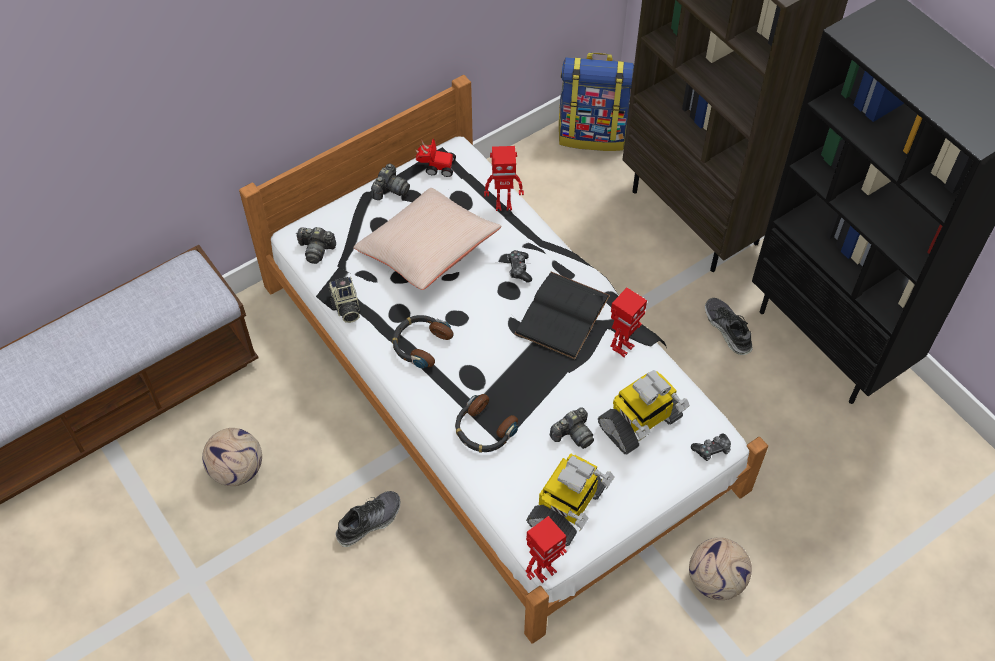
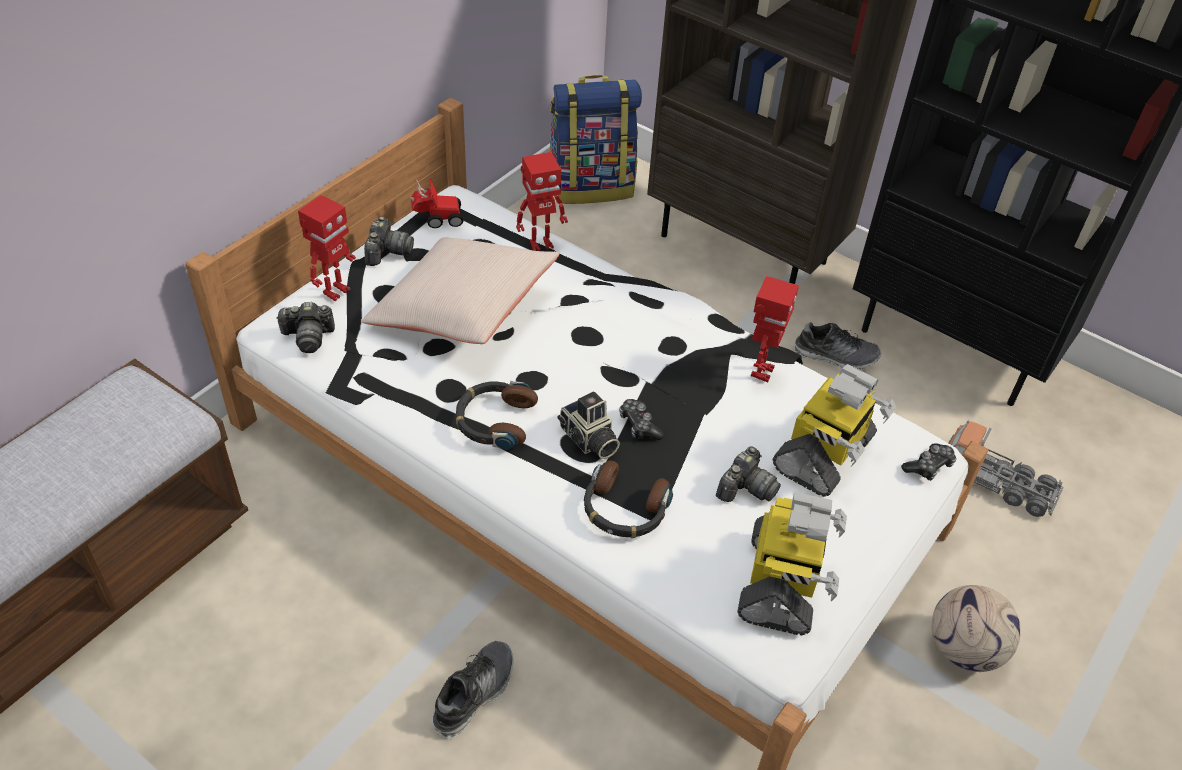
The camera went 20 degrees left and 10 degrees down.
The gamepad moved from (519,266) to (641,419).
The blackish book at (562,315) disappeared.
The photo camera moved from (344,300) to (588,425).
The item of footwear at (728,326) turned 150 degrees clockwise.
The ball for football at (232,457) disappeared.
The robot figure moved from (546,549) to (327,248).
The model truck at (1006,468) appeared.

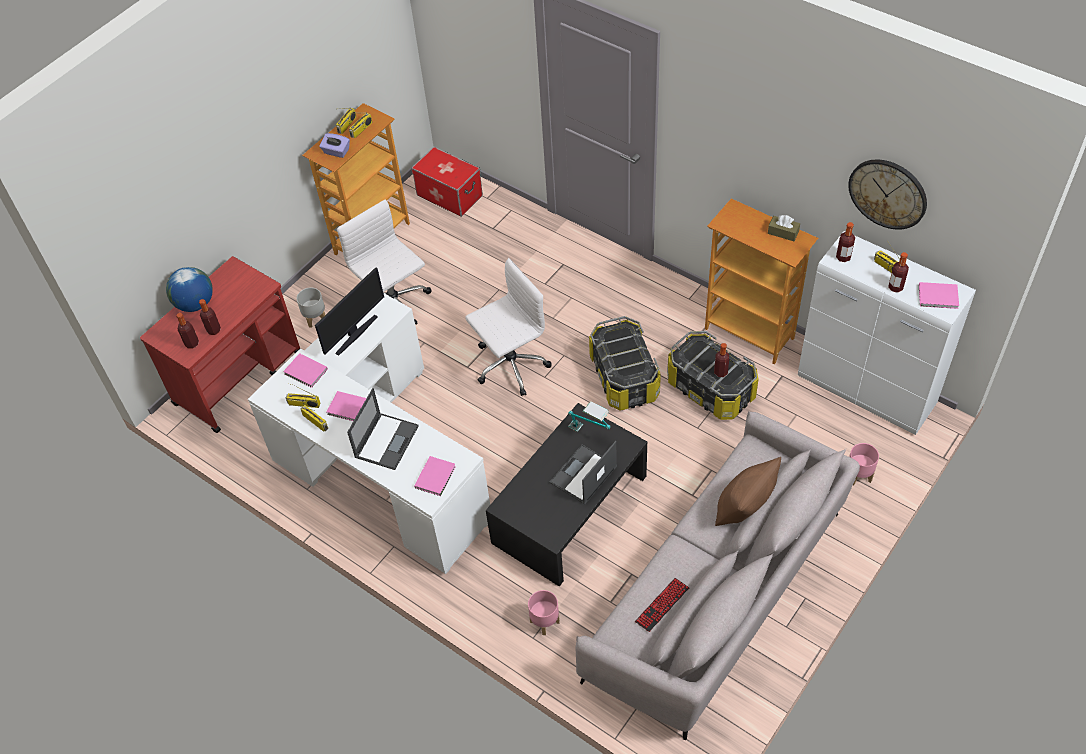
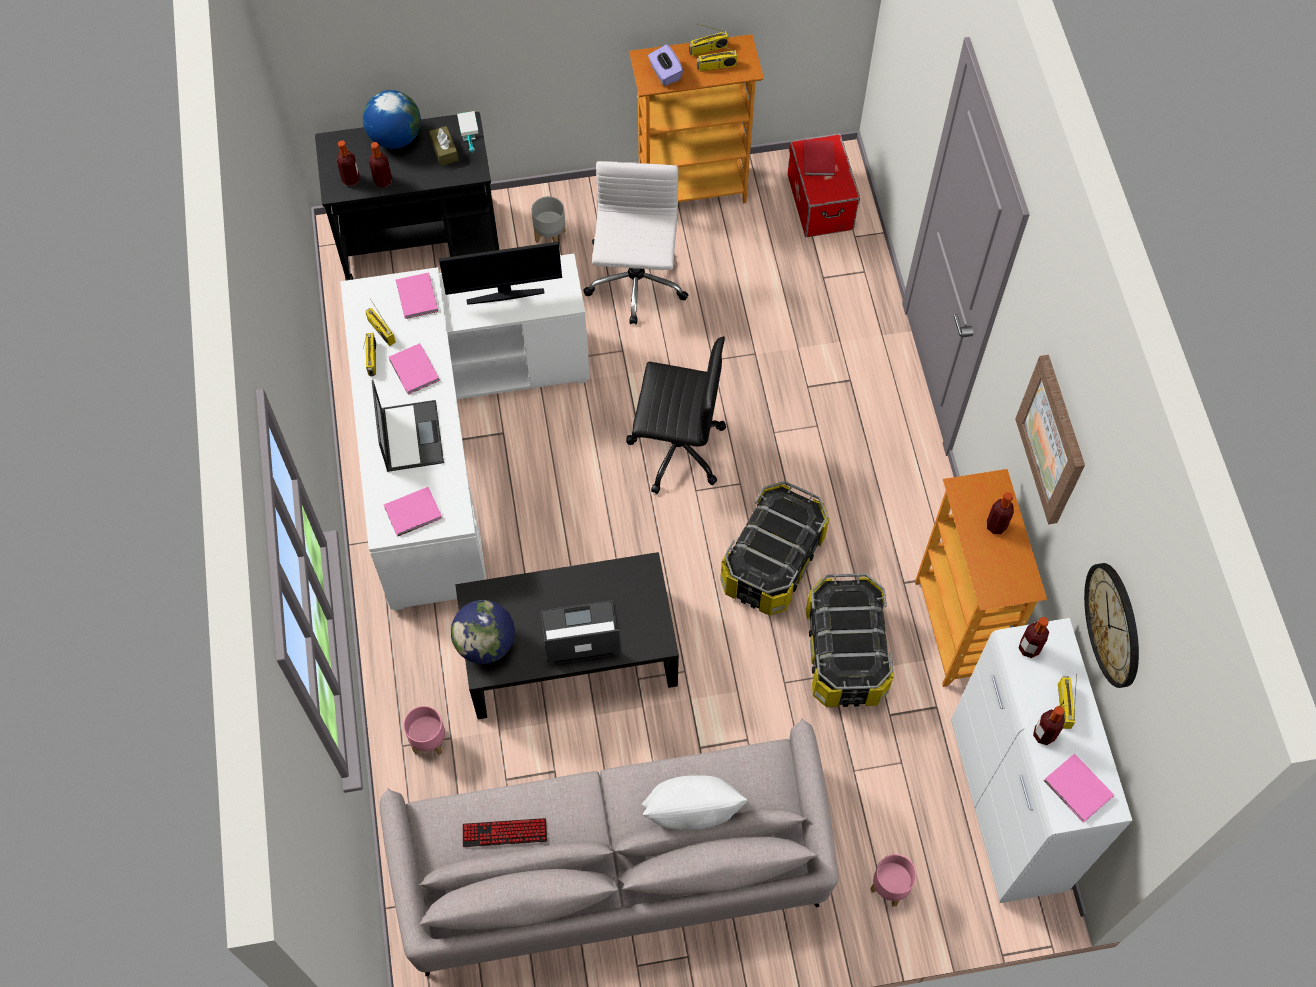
The camera went 40 degrees right and 10 degrees up.
The brown box of tissues moved from (784,228) to (444,146).
The reddish cart at (220,344) became the blackish cart at (407,196).
The whitish office chair at (508,327) became the blackish office chair at (676,415).
The beverage bottle moved from (721,360) to (1000,513).
The notebook computer at (383,429) turned 75 degrees counterclockwise.
The table lamp moved from (589,416) to (468,132).
The brown pillow at (748,491) became the whitish pillow at (694,802).
The reddish book at (819,158) appeared.
The wall art at (1050,439) appeared.
The world globe at (483,632) appeared.

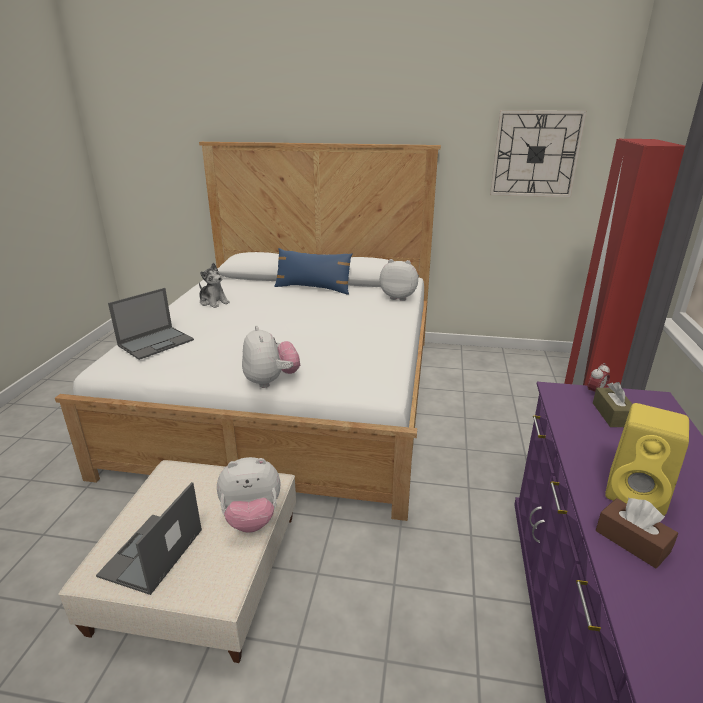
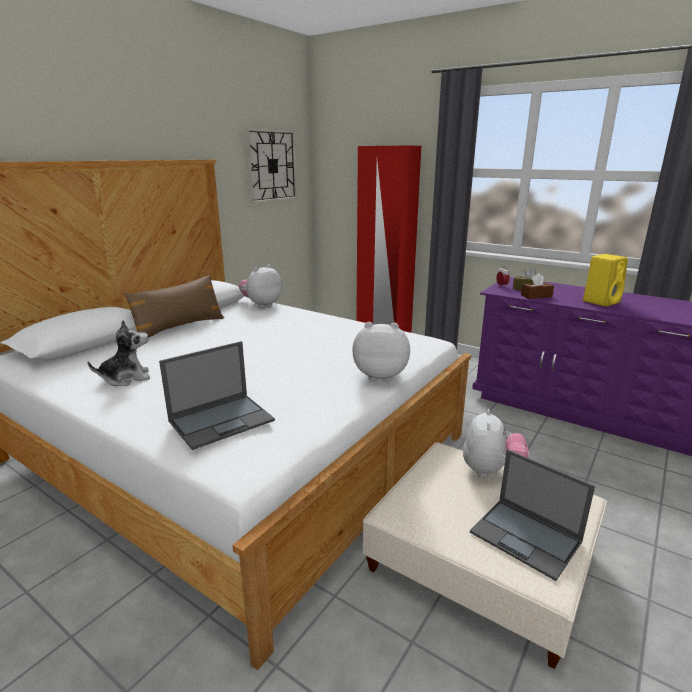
The camera went 65 degrees left and 5 degrees down.
The blue-coloured pillow at (313,271) became the brown pillow at (174,306).
The notebook computer at (151,324) turned 75 degrees clockwise.
The brown box of tissues moved from (637,533) to (537,286).

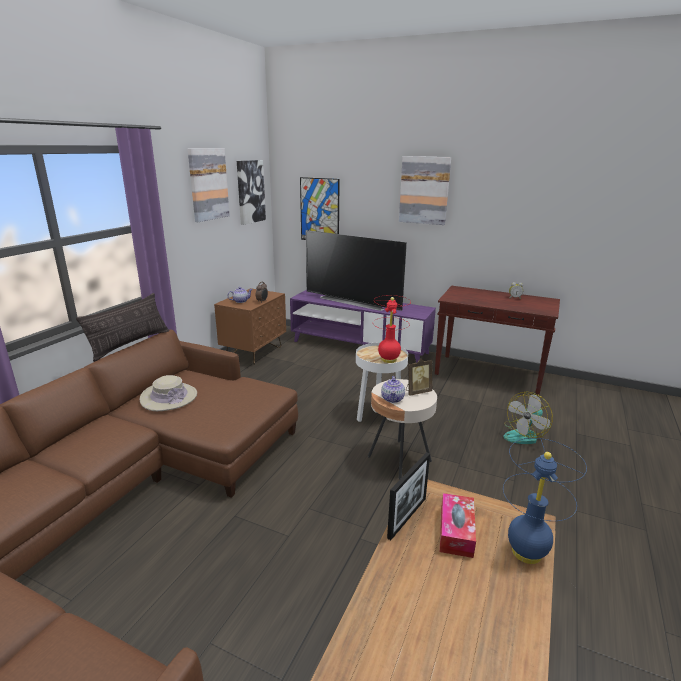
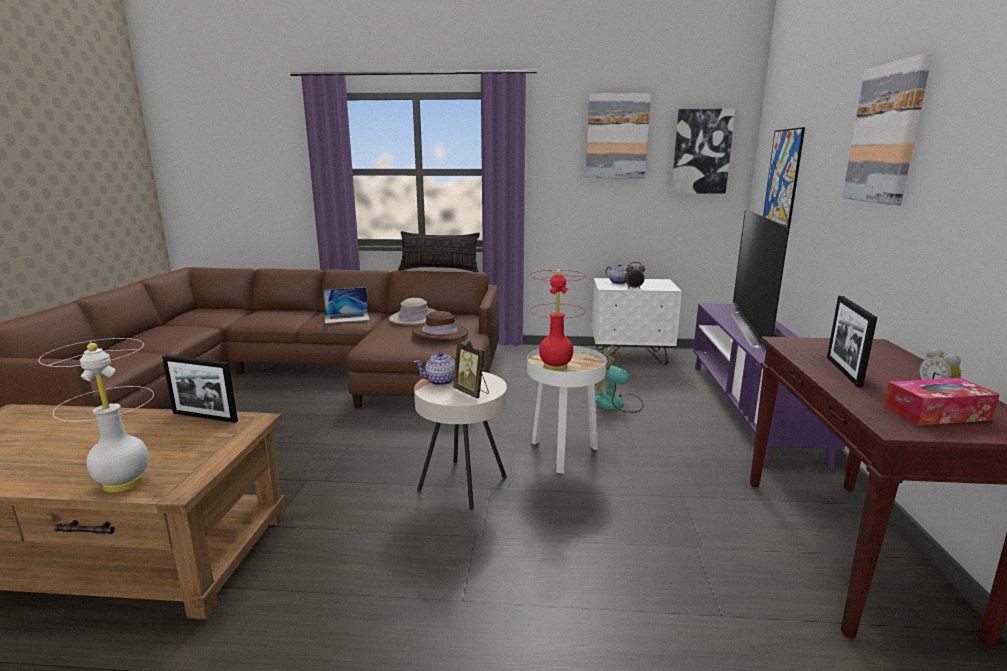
The camera went 70 degrees right and 5 degrees down.
The brown bedside table at (250,326) became the whitish bedside table at (637,321).
The fan moved from (528,418) to (619,379).
The blue-coloured table lamp at (545,501) became the whitish table lamp at (96,415).
The box of tissues moved from (458,525) to (941,401).
The notebook computer at (346,305) appeared.
The photo frame at (852,342) appeared.
The brown wearable hat at (440,325) appeared.

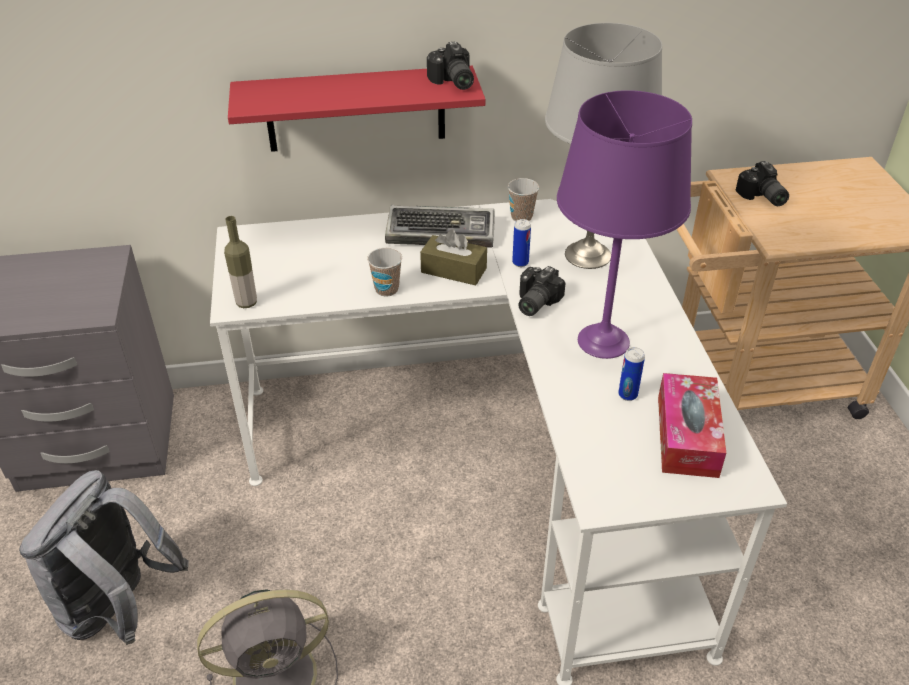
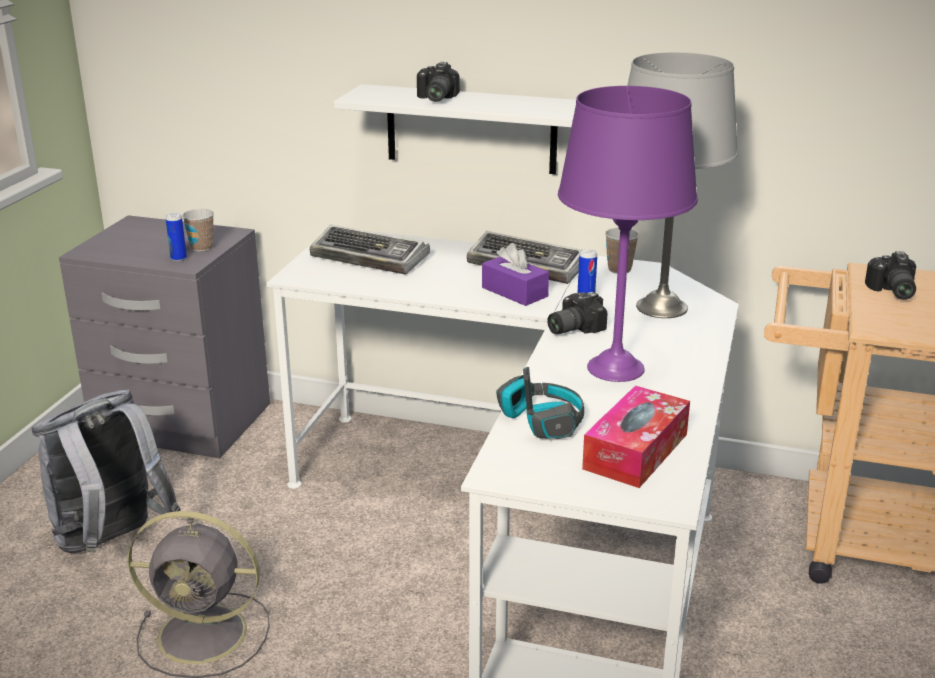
The camera went 25 degrees right and 15 degrees down.
The photo camera moved from (450,65) to (438,82).
The reddish shelf at (357,109) became the whitish shelf at (455,129).
The beverage bottle at (240,262) disappeared.
The brown box of tissues at (453,257) became the purple-coloured box of tissues at (515,274).
The cup moved from (384,272) to (198,230).
The sealed can moved from (631,374) to (176,237).
The computer keyboard at (370,250) appeared.
The headset at (540,403) appeared.

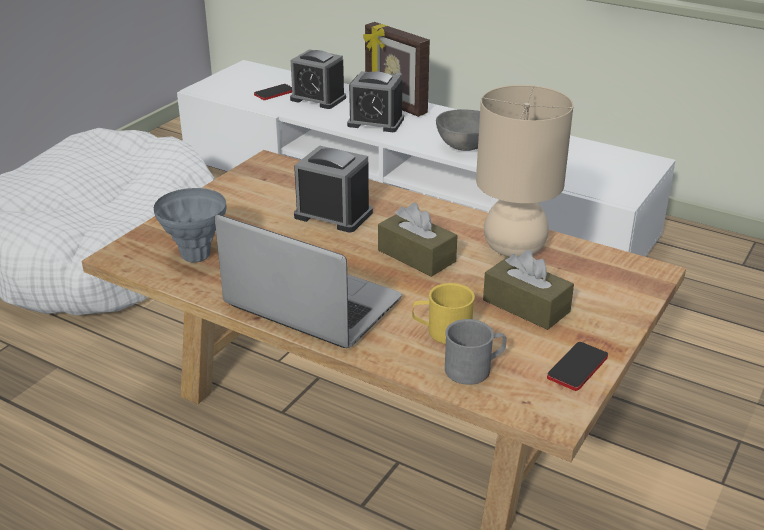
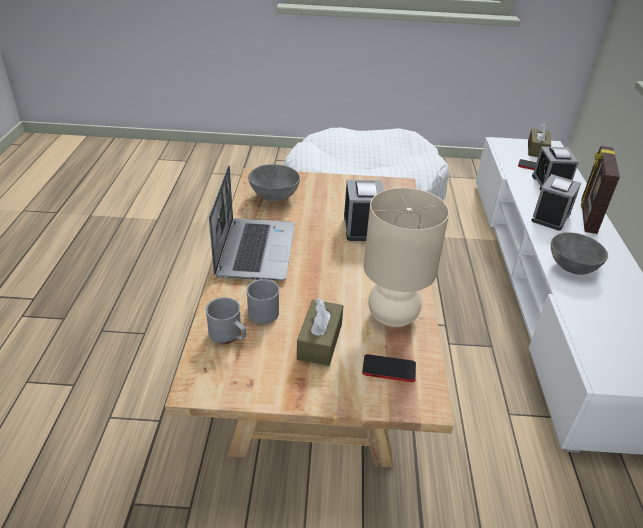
The camera went 60 degrees right and 5 degrees up.
The bedside clock at (375,101) turned 135 degrees counterclockwise.
The gray decorative vase at (190,225) was replaced by the gray serving bowl at (274,183).
The brown box of tissues moved from (418,240) to (539,139).
The yellow tea mug at (443,313) became the gray tea mug at (263,301).
The telephone moved from (577,366) to (389,368).

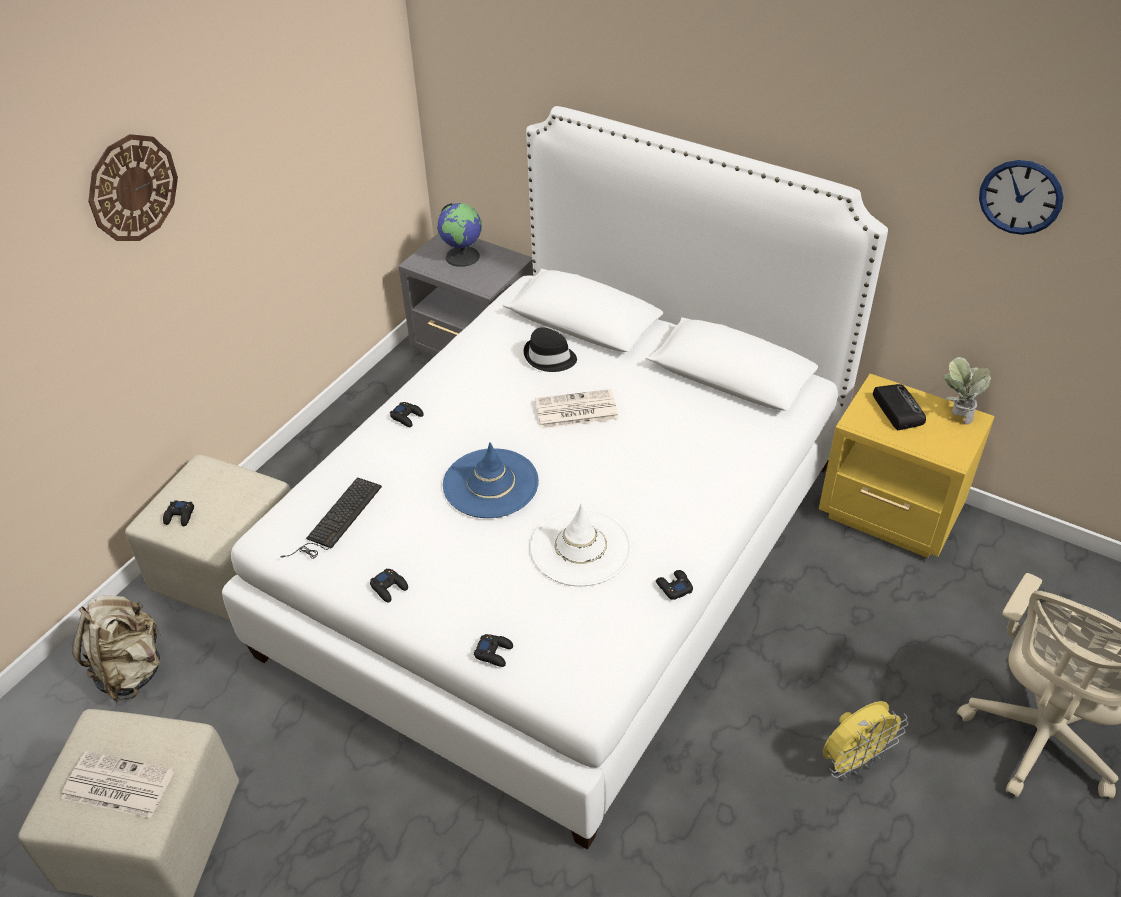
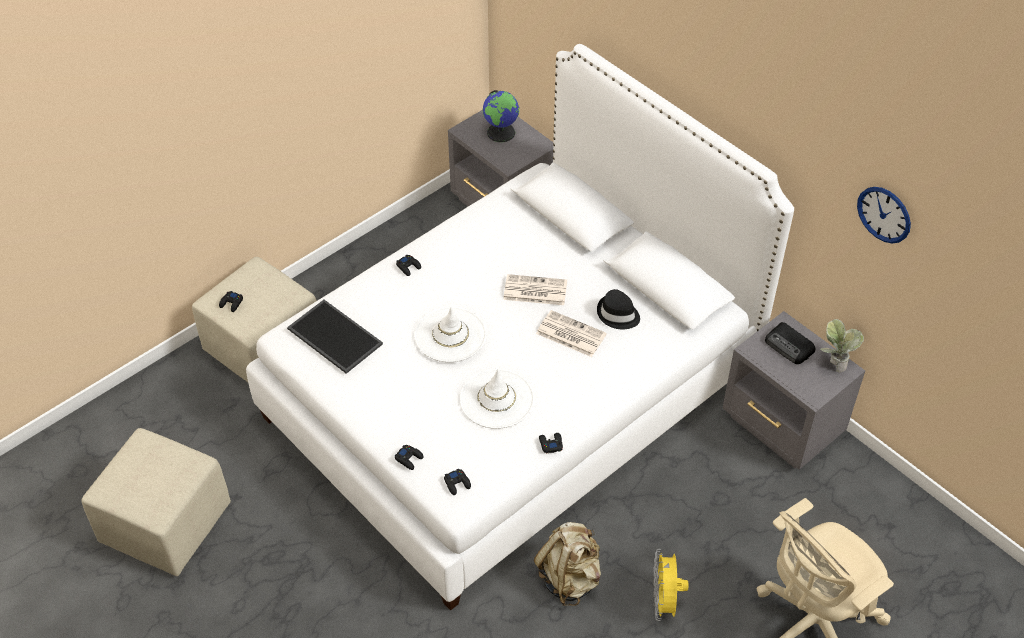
The camera went 15 degrees right and 5 degrees up.
The wall clock at (133,187) disappeared.
The blackish wearable hat moved from (550,349) to (618,309).
The yellow bedside table at (907,466) became the gray bedside table at (794,390).
The radio set at (899,407) turned 135 degrees clockwise.
The blue-coloured wearable hat at (491,480) became the whitish wearable hat at (450,334).
The computer keyboard at (331,518) was replaced by the serving tray at (335,337).
The blackish gamepad moved from (389,585) to (457,482).
The beige rucksack moved from (117,649) to (567,564).
The yellow fan at (865,740) turned 105 degrees clockwise.
The daily paper moved from (117,784) to (571,333).

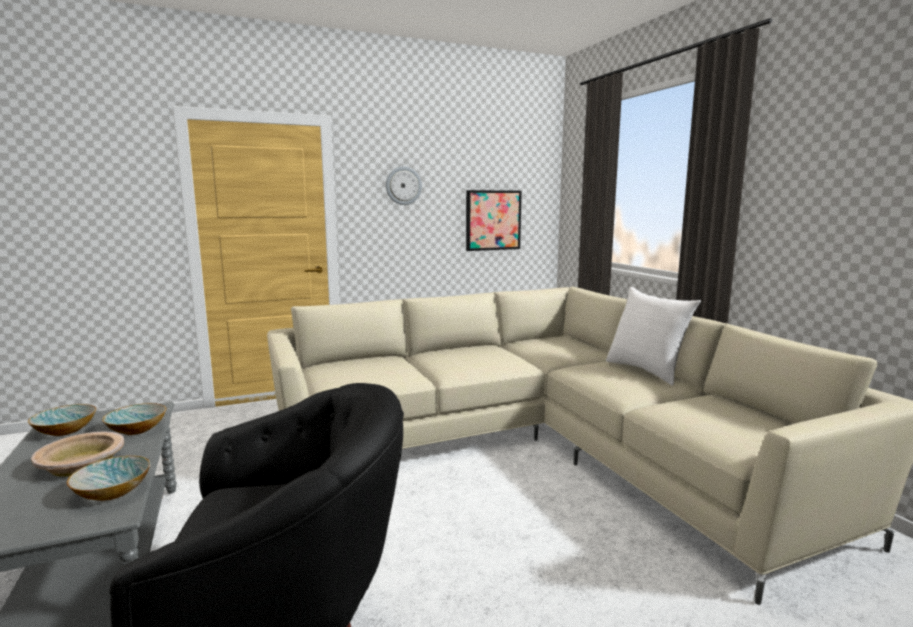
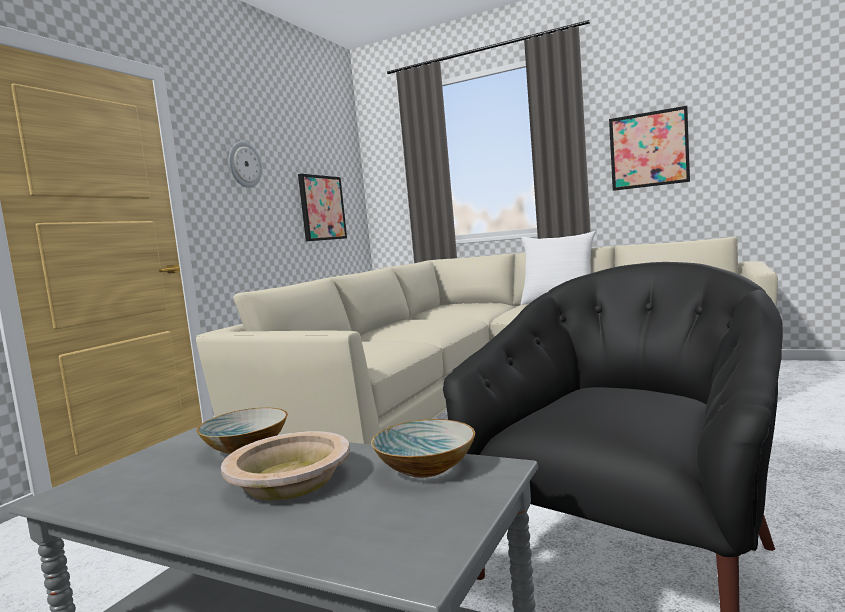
The camera went 40 degrees left and 5 degrees down.
The serving bowl at (62,420) disappeared.
The wall art at (649,148) appeared.

